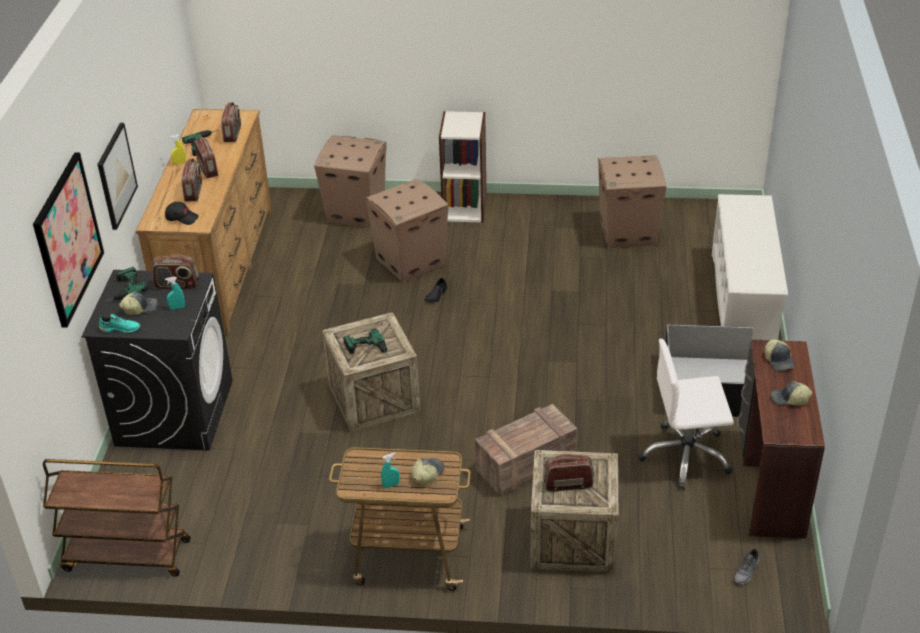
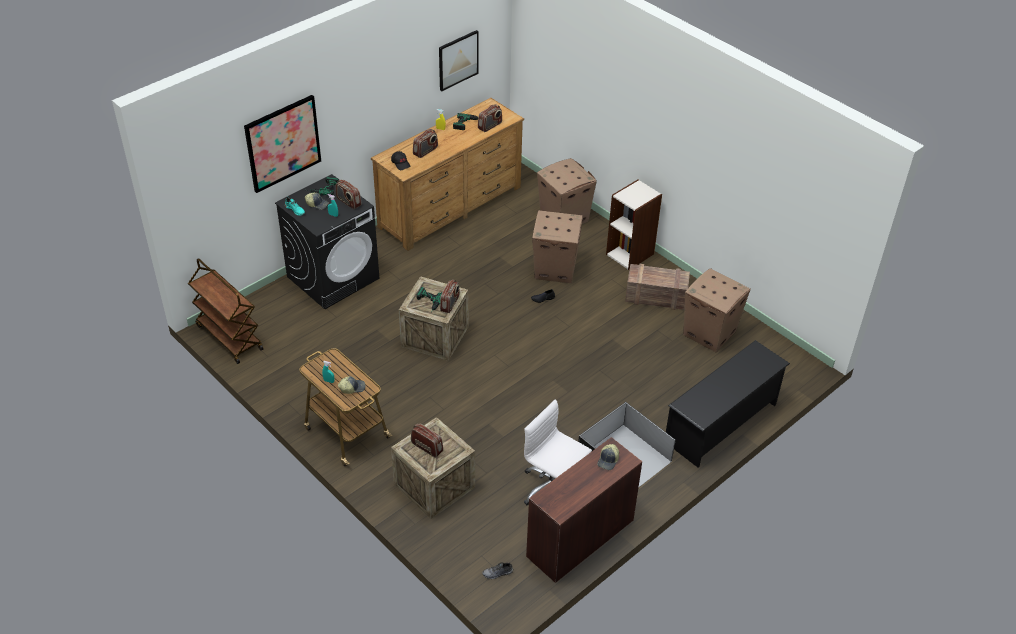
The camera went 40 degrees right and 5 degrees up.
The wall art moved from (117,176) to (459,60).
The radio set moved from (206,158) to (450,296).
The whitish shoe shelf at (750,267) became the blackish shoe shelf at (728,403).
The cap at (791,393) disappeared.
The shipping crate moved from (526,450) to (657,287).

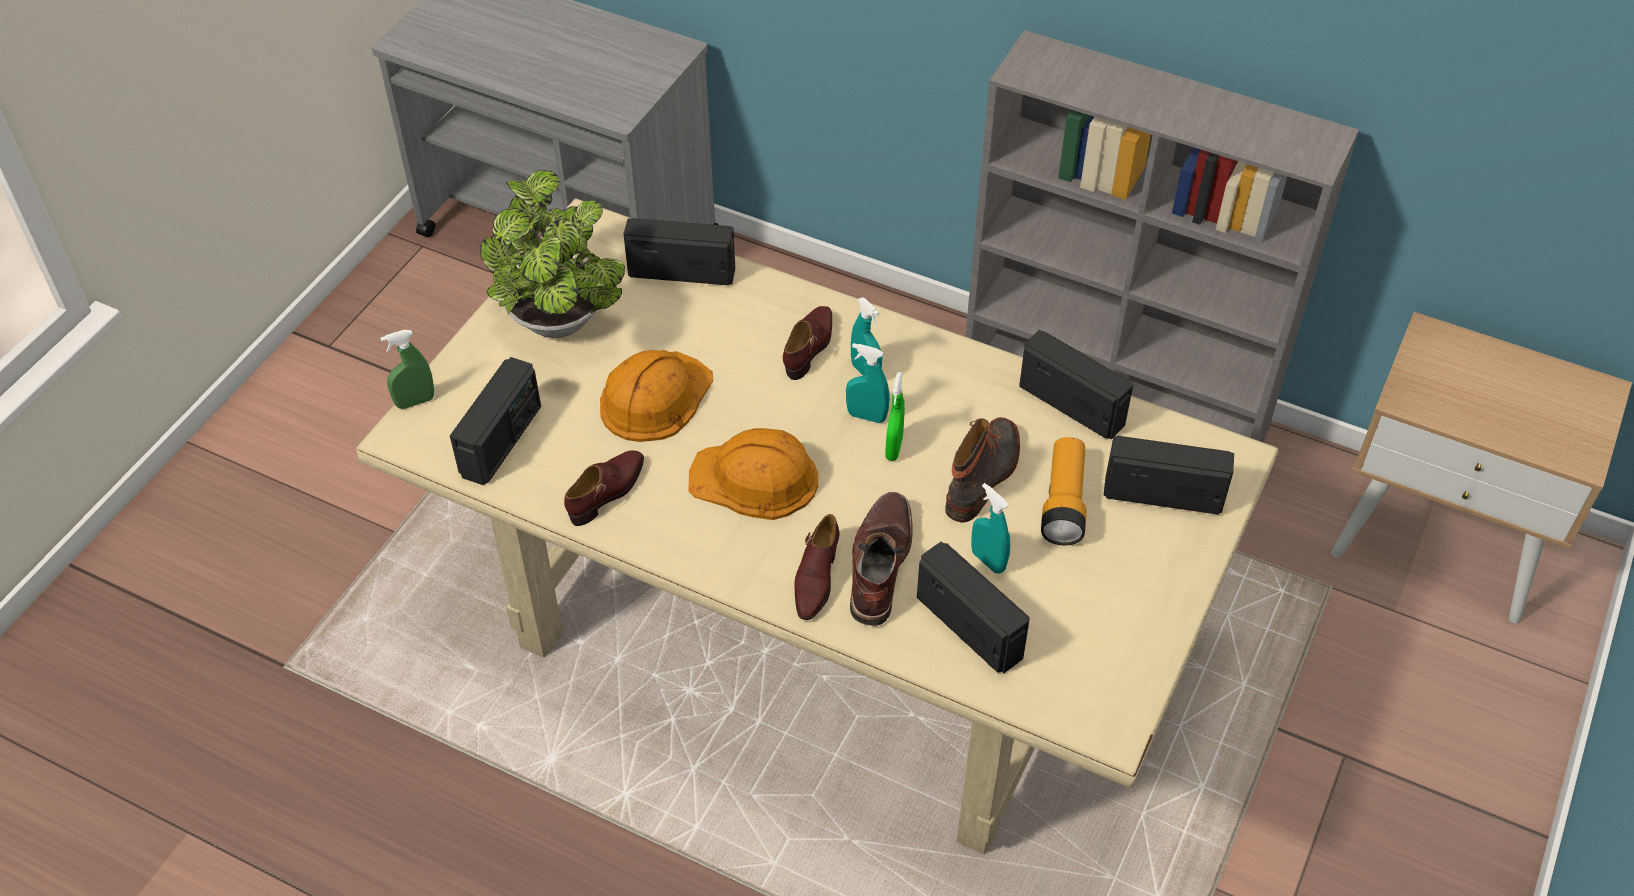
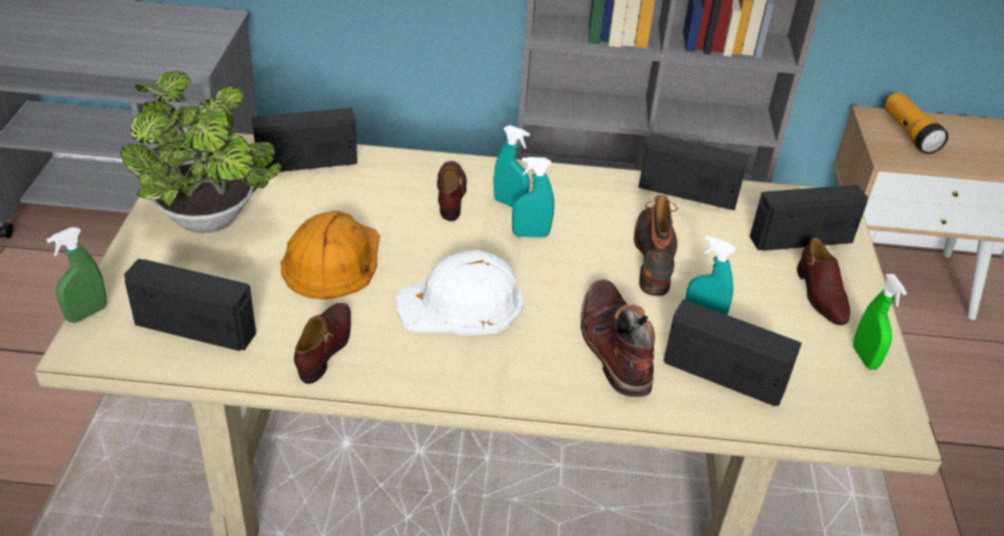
The camera went 25 degrees left and 10 degrees down.
The radio set at (495,421) turned 75 degrees counterclockwise.
The greenish hand sprayer moved from (895,416) to (880,322).
The orangey hard hat at (753,474) became the whitish hard hat at (459,293).
The torch moved from (1063,491) to (916,123).
The brown item of footwear moved from (817,567) to (823,281).

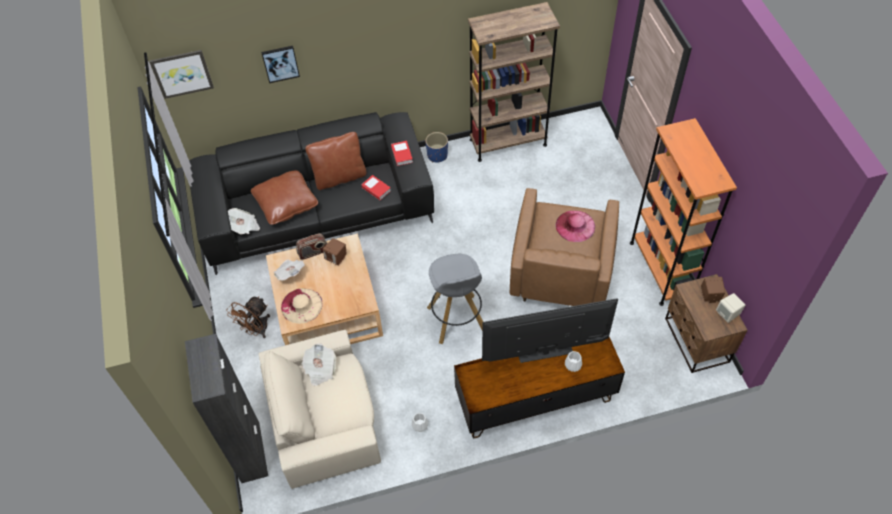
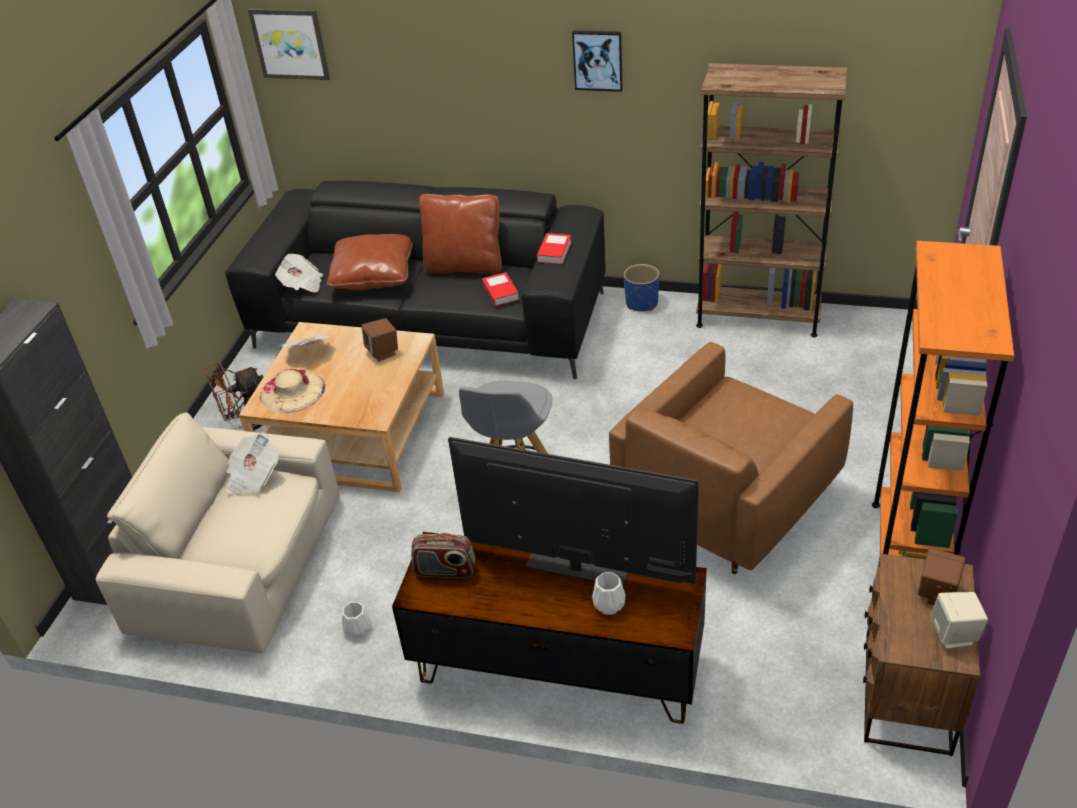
The camera went 30 degrees right and 15 degrees down.
The wall art moved from (280,64) to (597,61).
The pink wearable hat at (575,226) disappeared.
The radio set moved from (311,246) to (443,555).

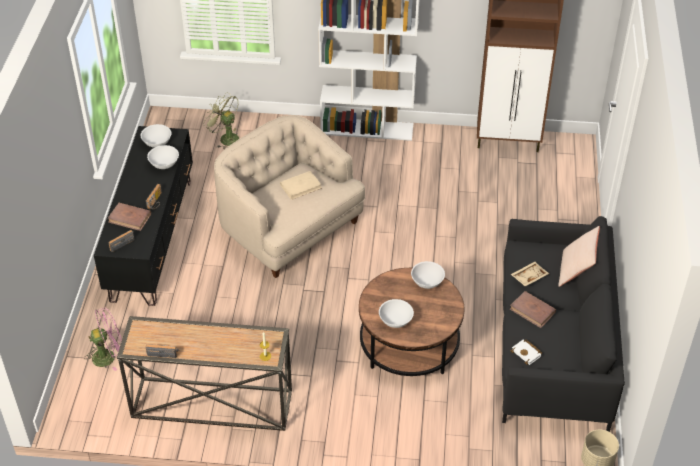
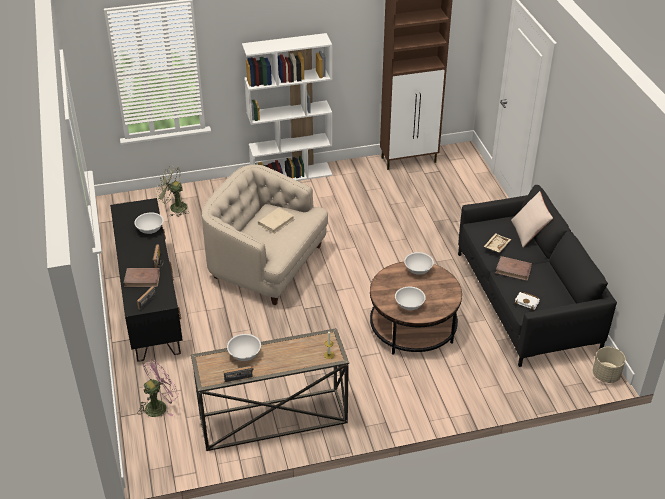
The camera went 20 degrees left and 5 degrees down.
The whitish serving bowl moved from (156,136) to (244,347).

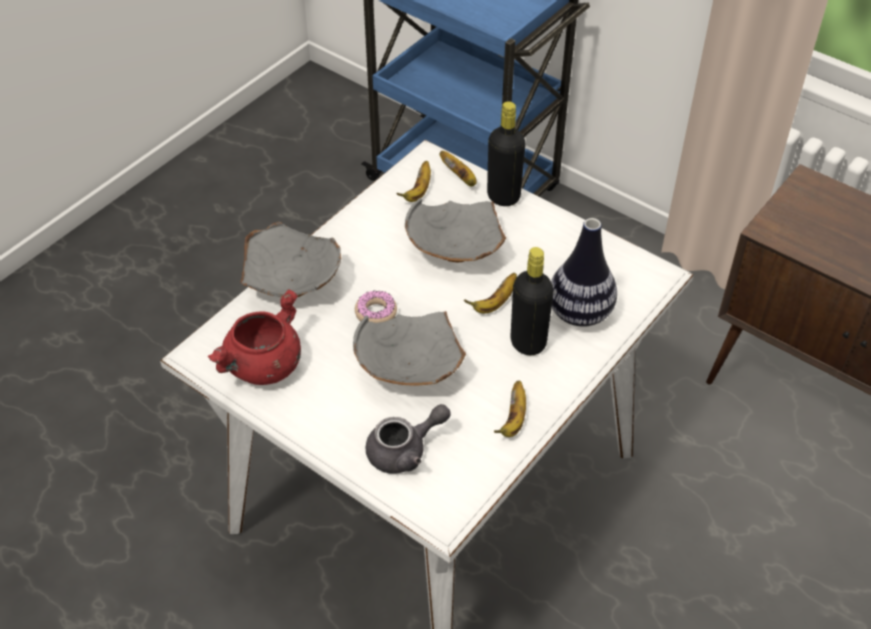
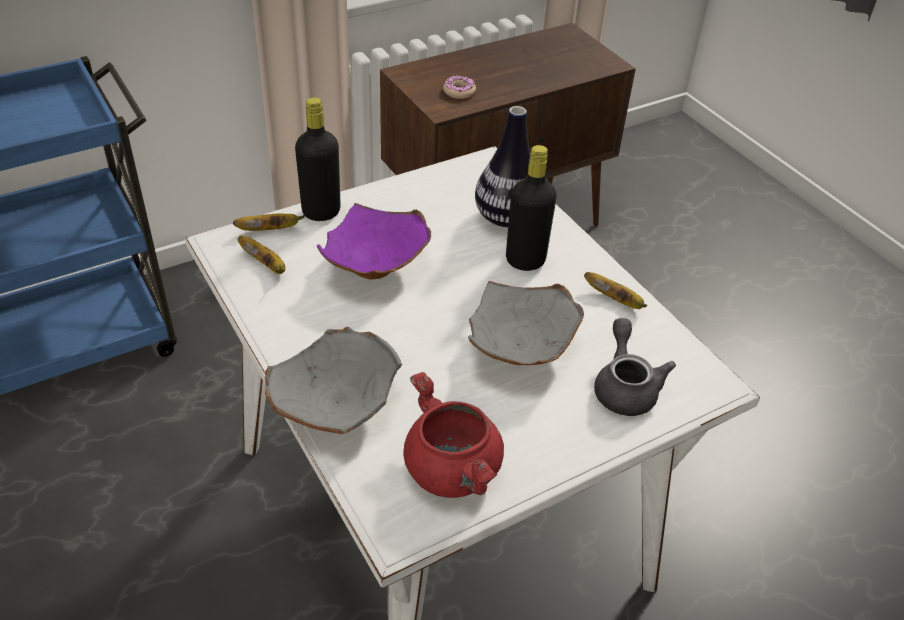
The camera went 70 degrees left and 5 degrees down.
The gray serving bowl at (455,230) became the purple-coloured serving bowl at (374,241).
The banana fruit at (490,293) disappeared.
The donut moved from (376,307) to (459,87).

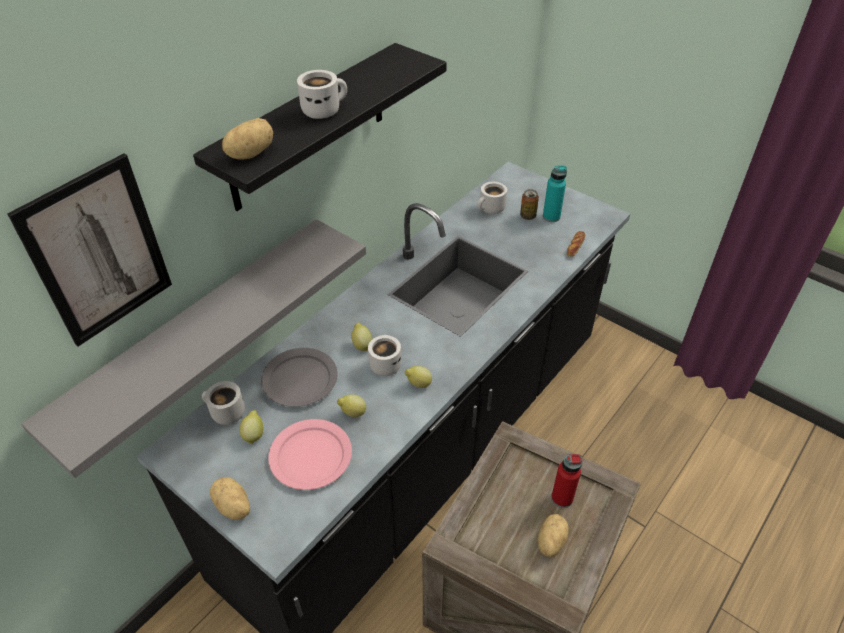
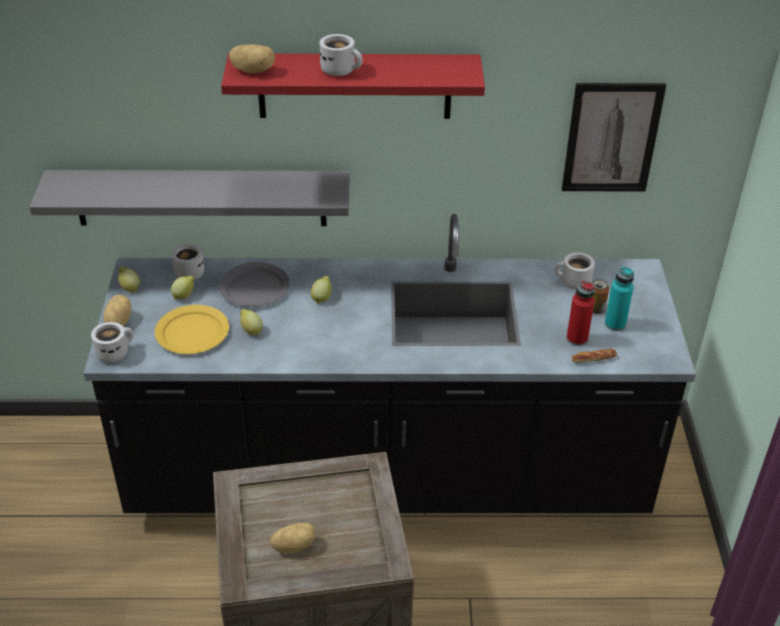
The camera went 50 degrees right and 5 degrees down.
The blackish shelf at (320,127) became the reddish shelf at (353,86).
The wall art moved from (89,250) to (614,137).
The whitish tea mug moved from (384,355) to (112,342).
The whole lemon moved from (418,377) to (129,279).
The pink flat dish at (310,454) became the yellow flat dish at (192,329).
The reddish beverage bottle moved from (566,481) to (580,313).

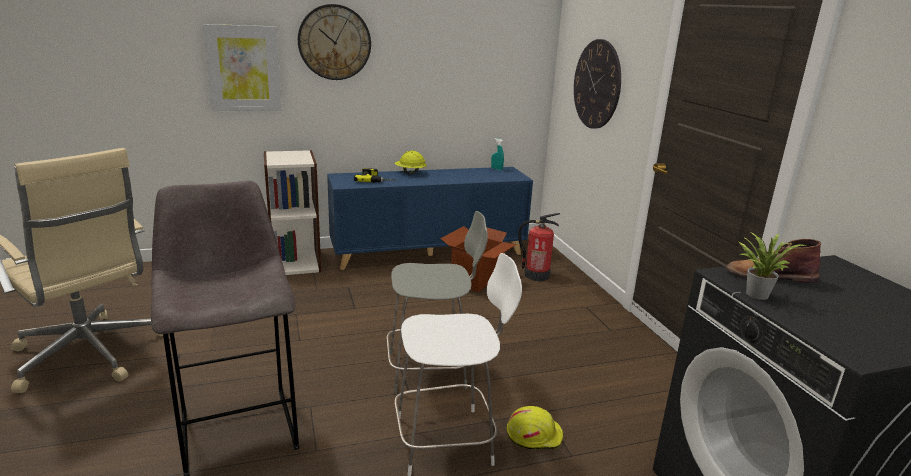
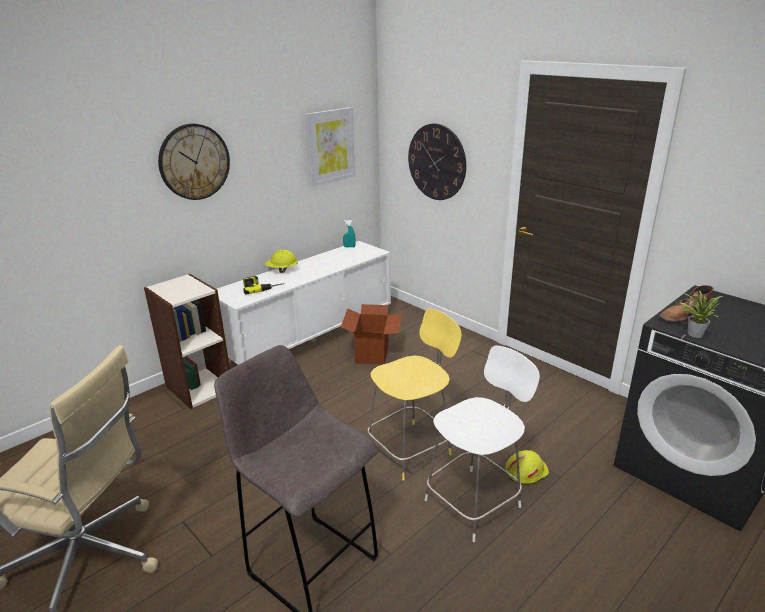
The camera went 25 degrees left and 5 degrees up.
The wall art moved from (242,67) to (330,147).
The blue-coloured storage cabinet at (430,218) became the whitish storage cabinet at (304,303).
The gray stool at (437,302) became the yellow stool at (414,394).
The fire-fighting cylinder at (539,247) disappeared.

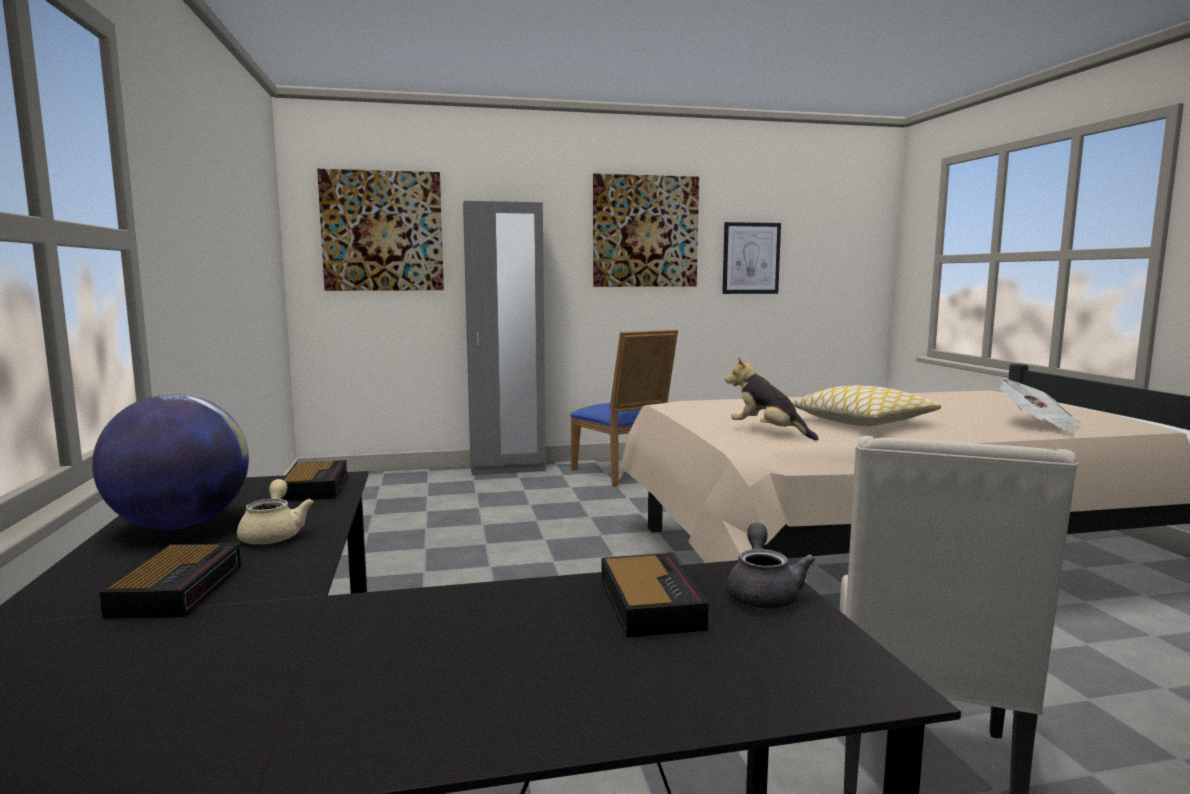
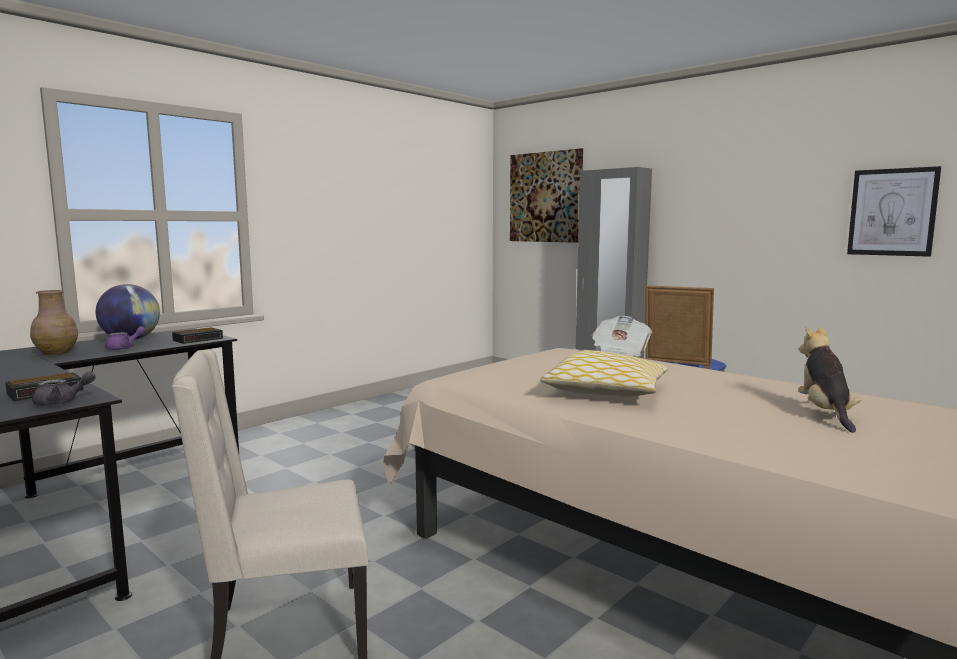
The camera went 55 degrees right and 0 degrees up.
The wall art at (646,230) disappeared.
The soft toy moved from (772,398) to (830,379).
The daily paper moved from (1040,405) to (622,336).
The beige tea pot at (275,511) became the purple-coloured tea pot at (125,338).
The bedside clock at (170,581) was replaced by the brown decorative vase at (54,322).

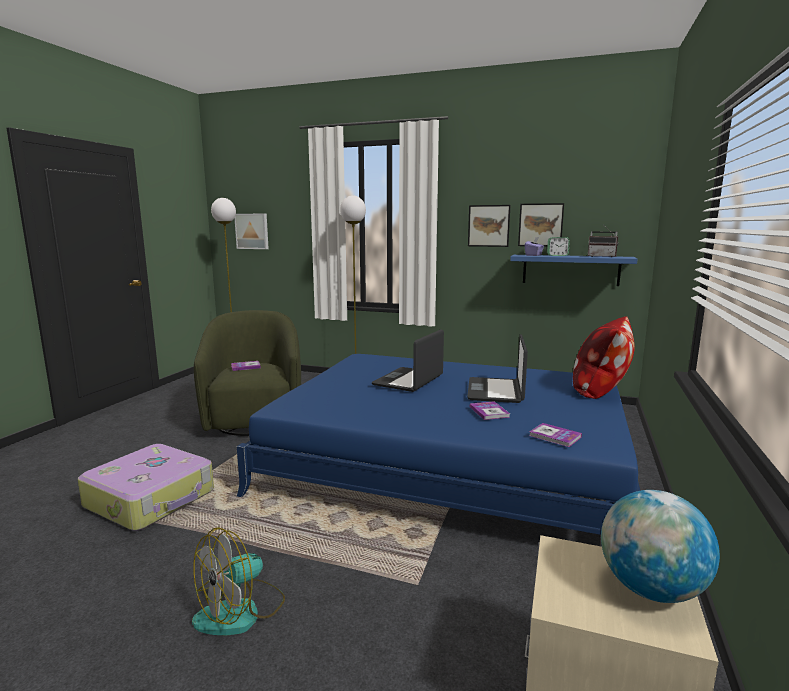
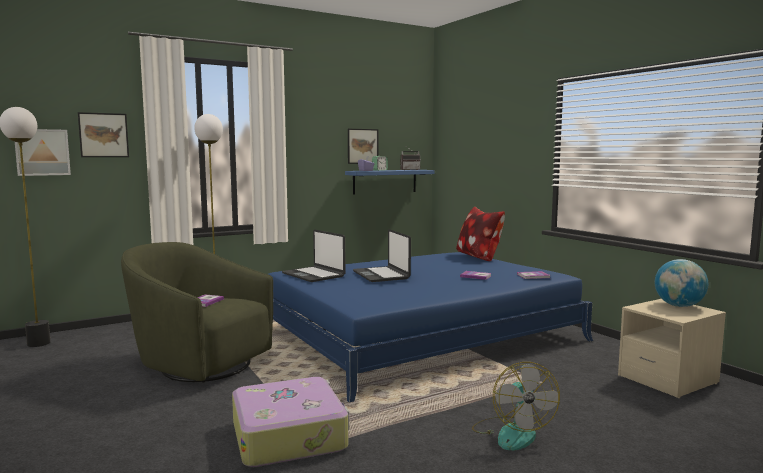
The camera went 50 degrees left and 5 degrees down.
The wall art moved from (489,226) to (103,134).
The notebook computer moved from (497,368) to (314,256).

